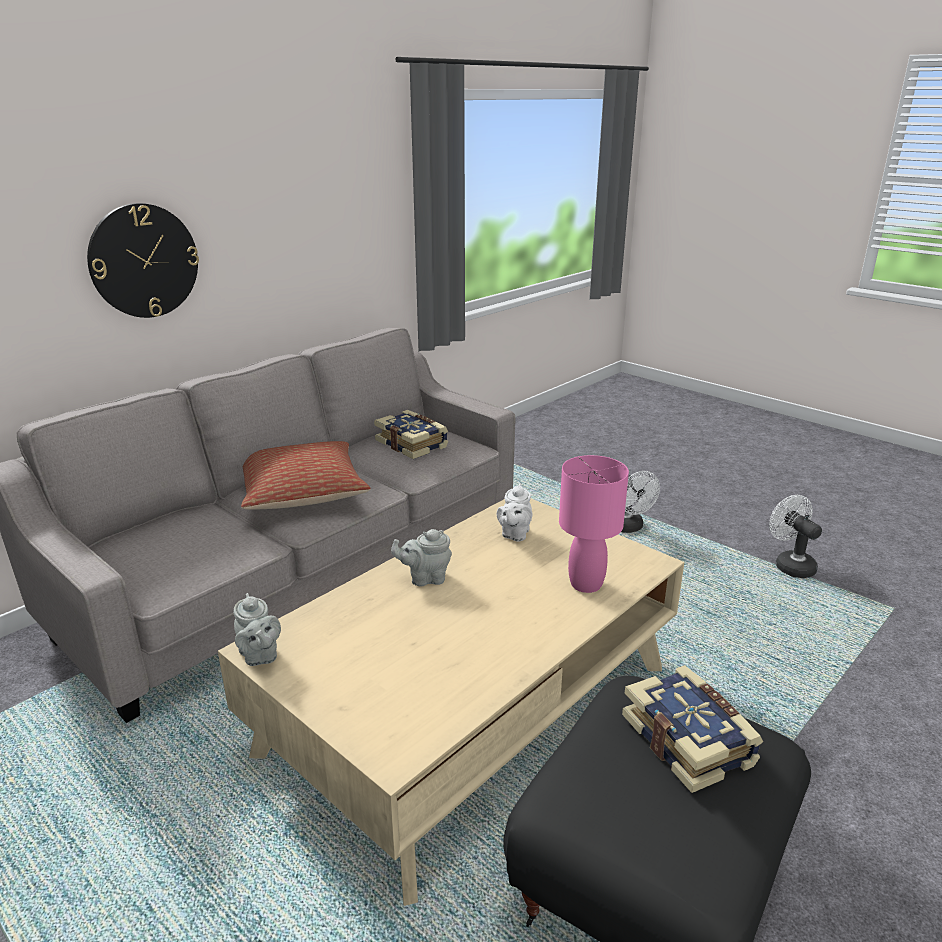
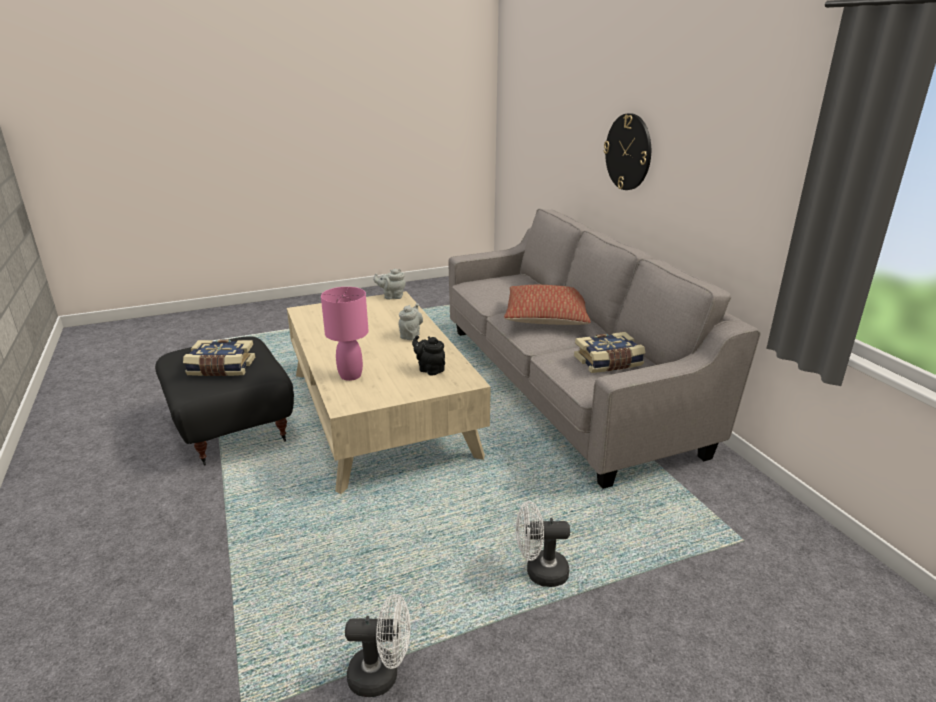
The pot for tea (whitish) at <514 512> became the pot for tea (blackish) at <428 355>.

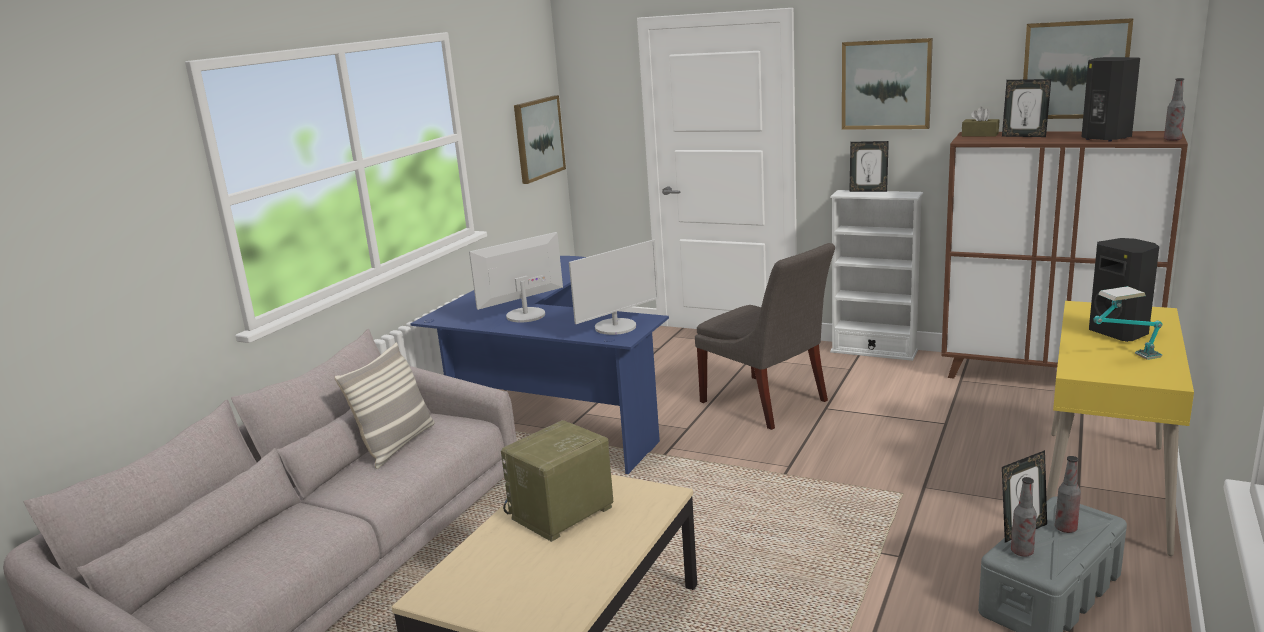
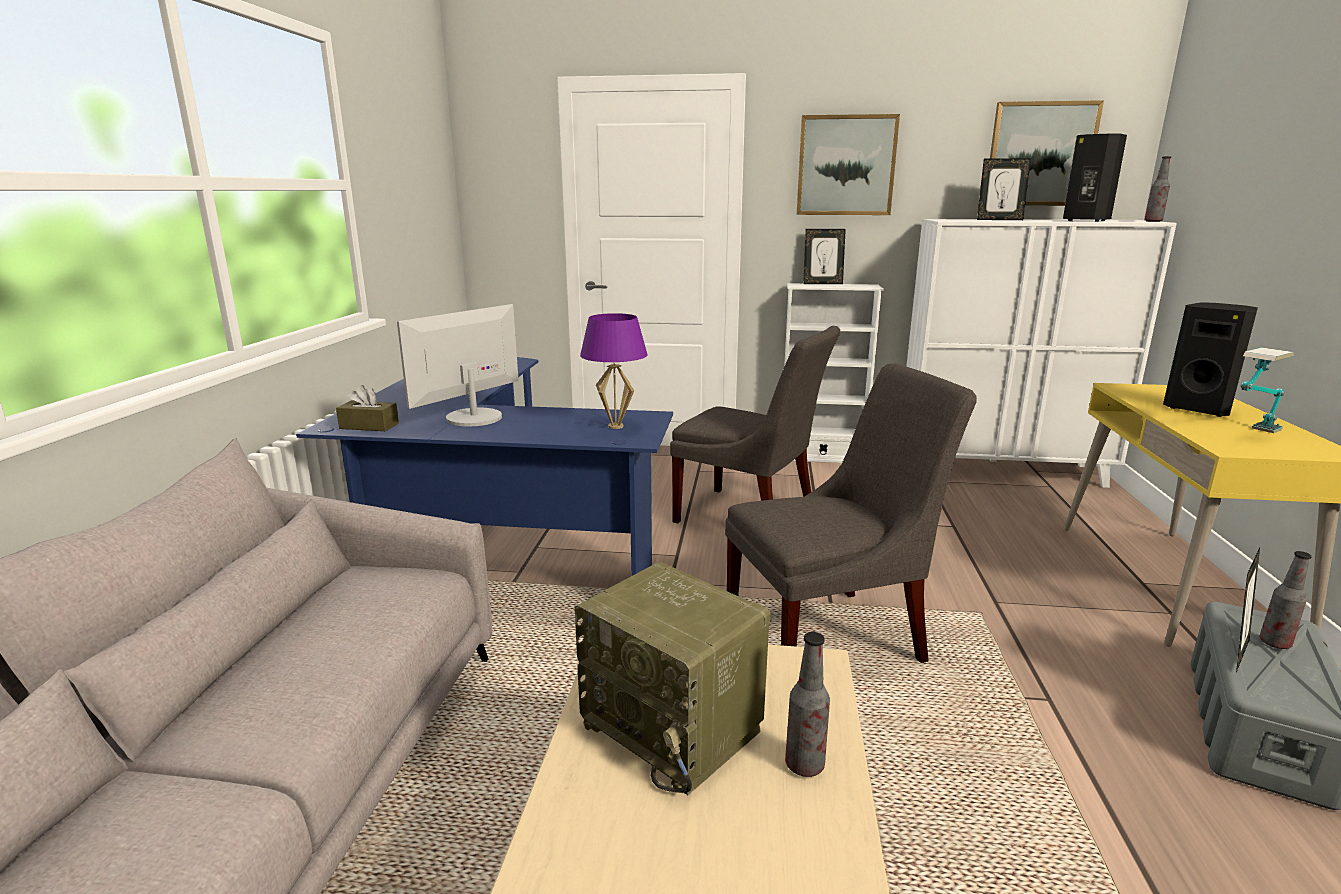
The pillow at <384 405> disappeared.
The radio set at <557 481> turned 75 degrees counterclockwise.
The picture at <540 139> disappeared.
The computer display at <614 287> was replaced by the lamp for a table (purple) at <614 371>.
The cupboard (brown) at <1064 255> became the cupboard (whitish) at <1041 353>.
The box of tissues (brown) moved from <980 121> to <367 408>.
The drink bottle moved from <1024 517> to <807 704>.
The chair (gray) at <851 513> appeared.

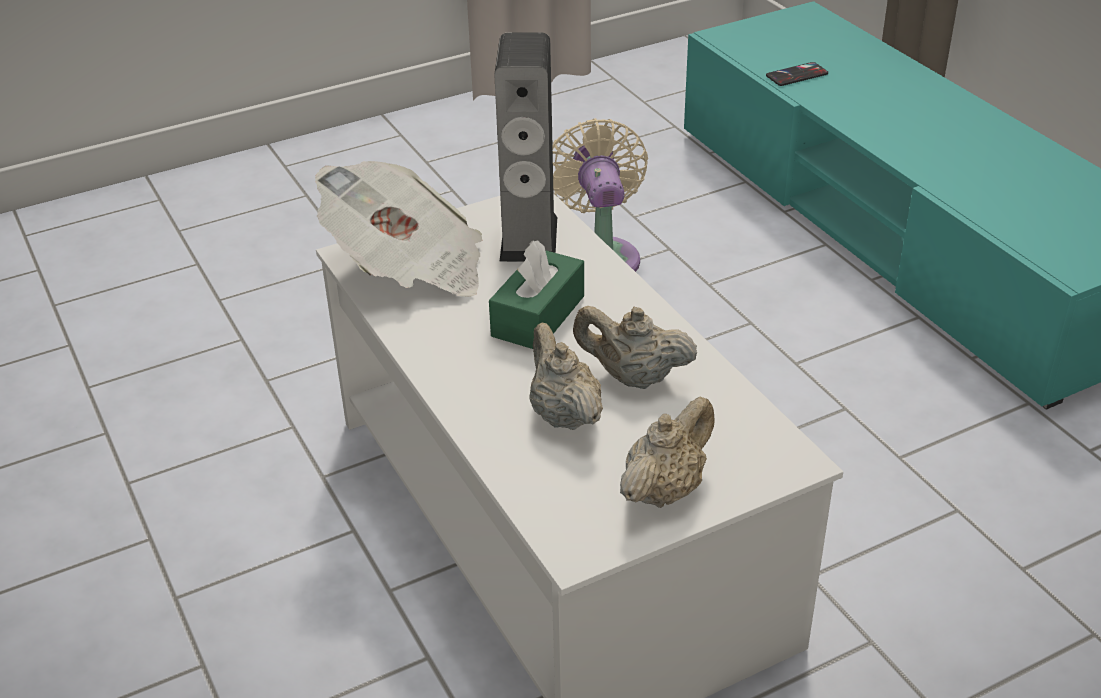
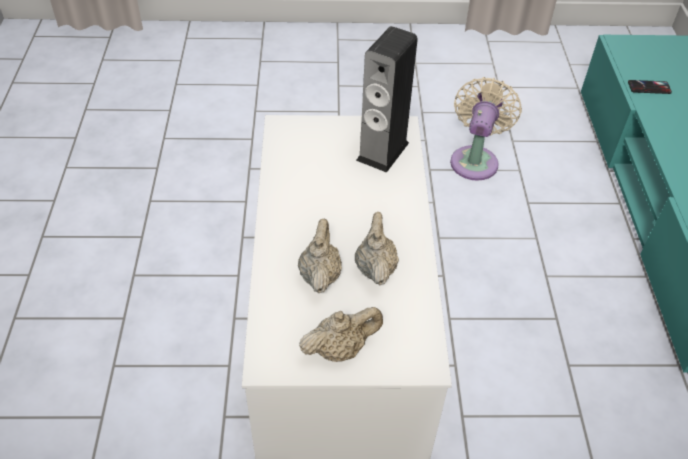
The newspaper at <399 229> disappeared.
The box of tissues (green-coloured) at <536 294> disappeared.
The pot for tea (beige) at <635 347> turned 45 degrees clockwise.

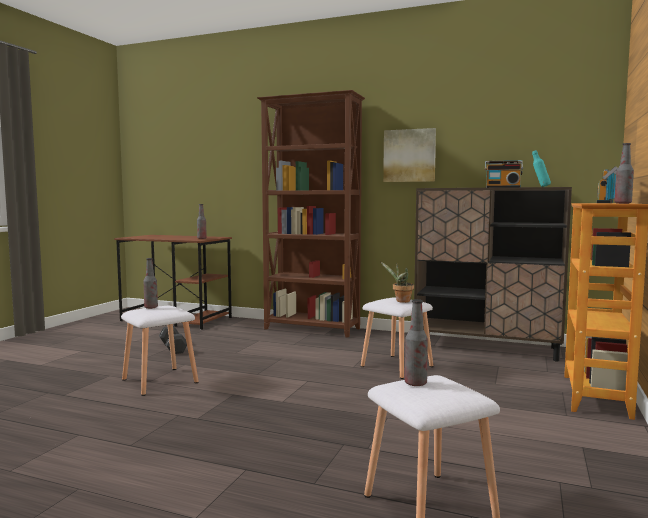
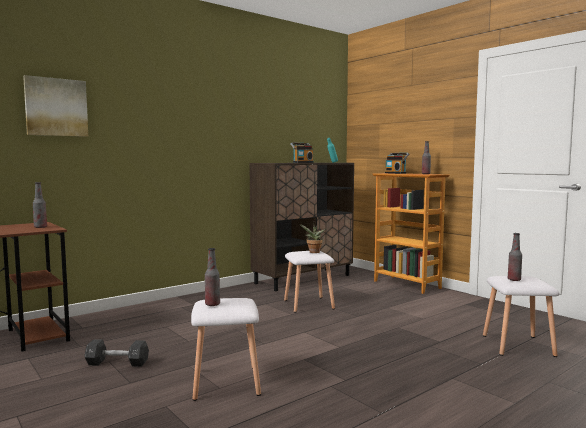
The bookcase (brown) at <311 214> disappeared.
The picture moved from <409 155> to <55 106>.

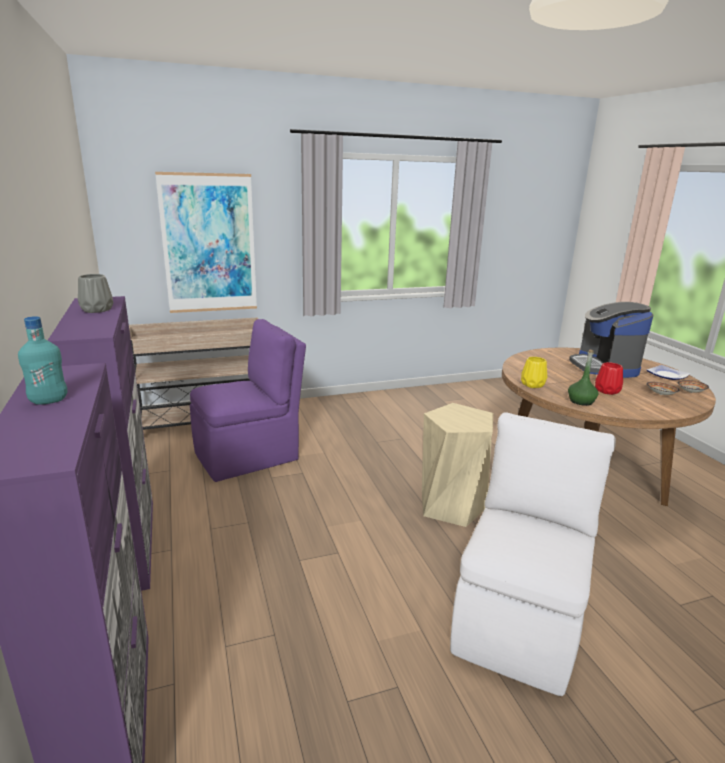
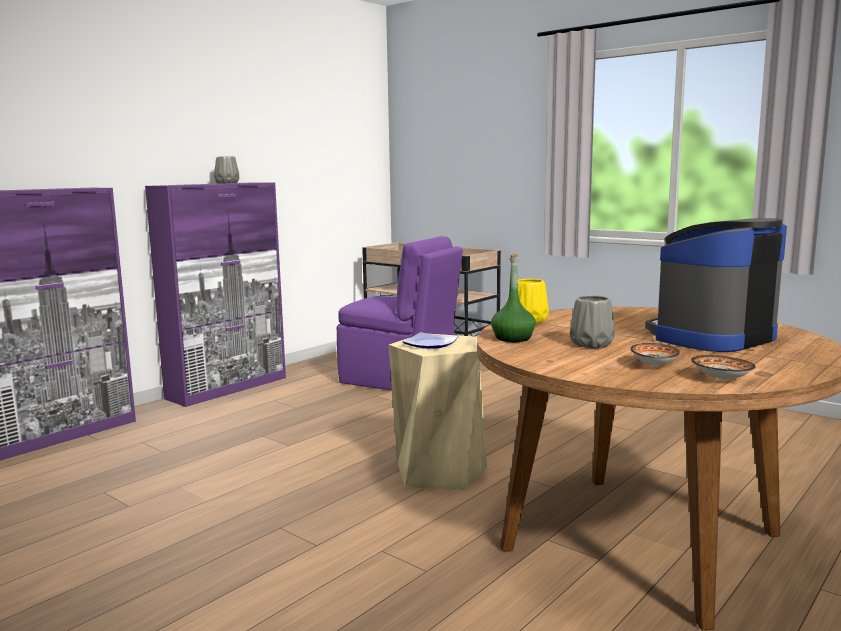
The drink bottle (turquoise-coloured) at <43 360> disappeared.
The picture at <206 242> disappeared.
The chair (whitish) at <533 554> disappeared.
The vase (red-coloured) at <609 378> became the vase (gray) at <592 322>.
The flat dish moved from <668 372> to <430 340>.

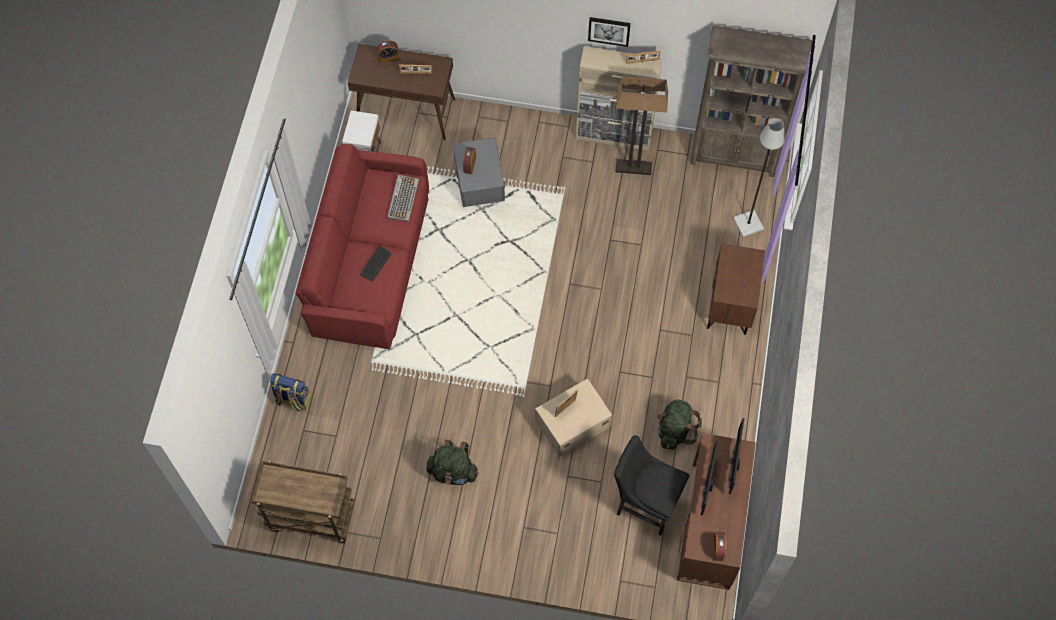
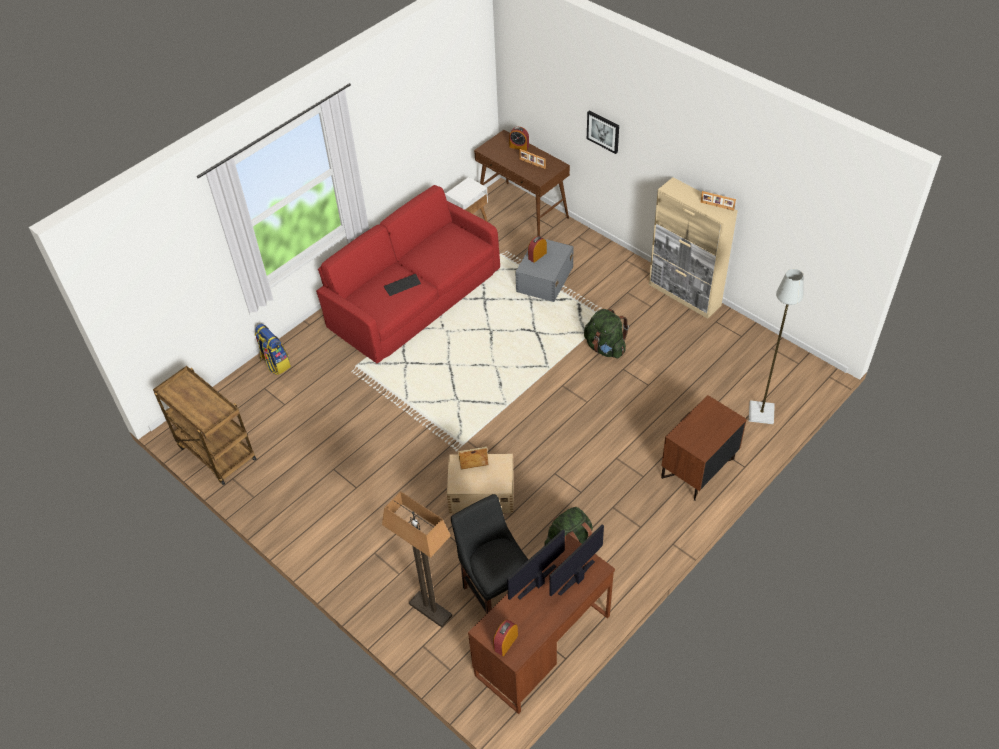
The computer keyboard at <403 198> disappeared.
The backpack (green-coloured) moved from <452 462> to <606 334>.
The picture moved from <609 32> to <603 132>.
The floor lamp moved from <642 125> to <417 559>.
The bookcase (brown) at <751 101> disappeared.

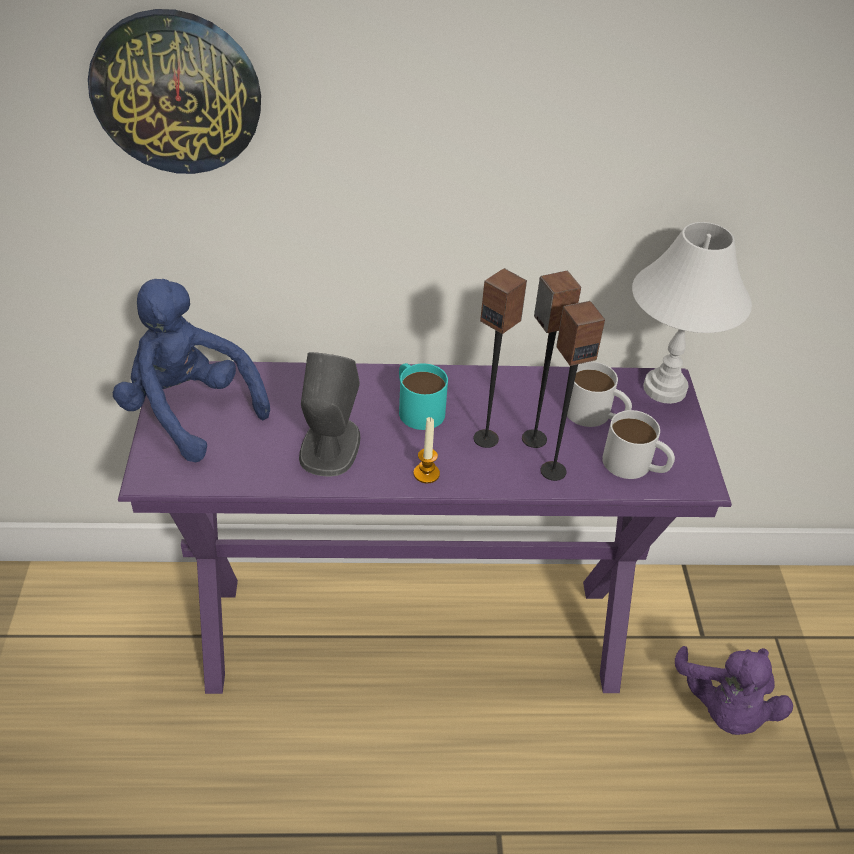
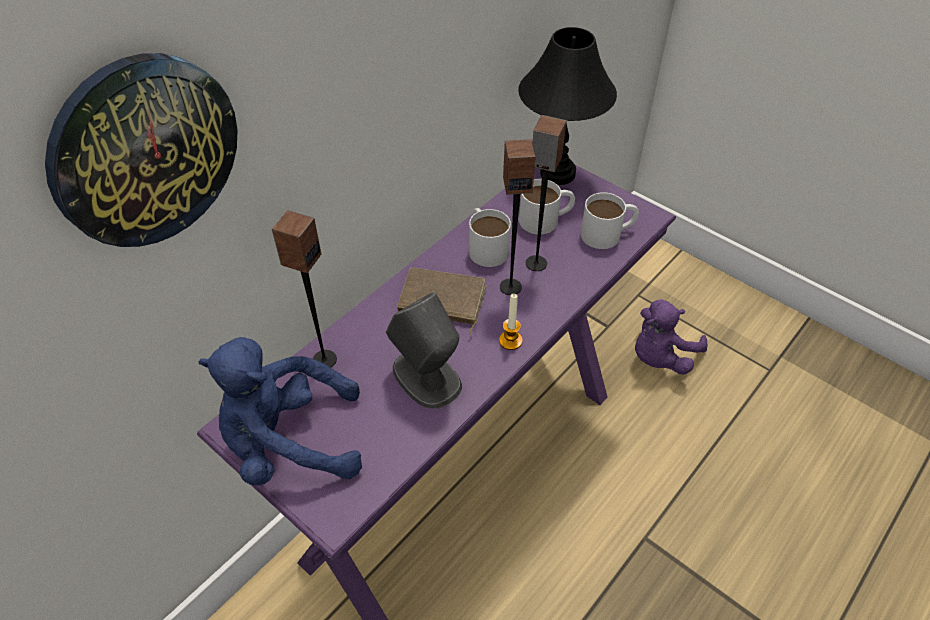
The coffee mug (turquoise-coloured) at <423 396> was replaced by the volume (brown) at <442 301>.
The audio speaker moved from <573 391> to <304 289>.
The lamp for a table (whitish) at <692 313> became the lamp for a table (blackish) at <567 106>.
The soft toy (purple) at <734 690> turned 90 degrees clockwise.
The coffee mug (whitish) at <490 237> appeared.

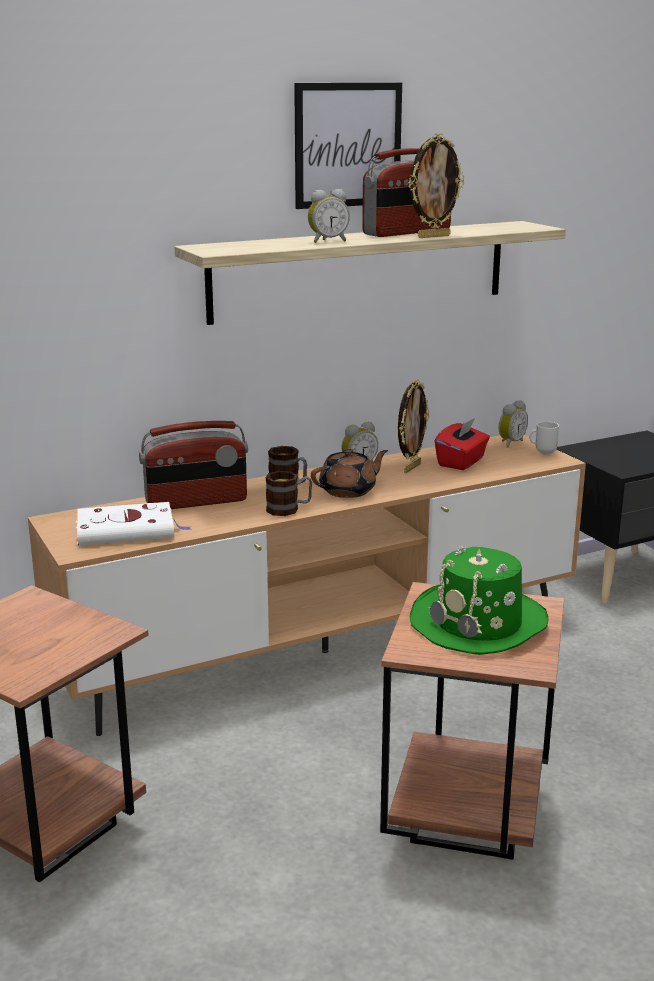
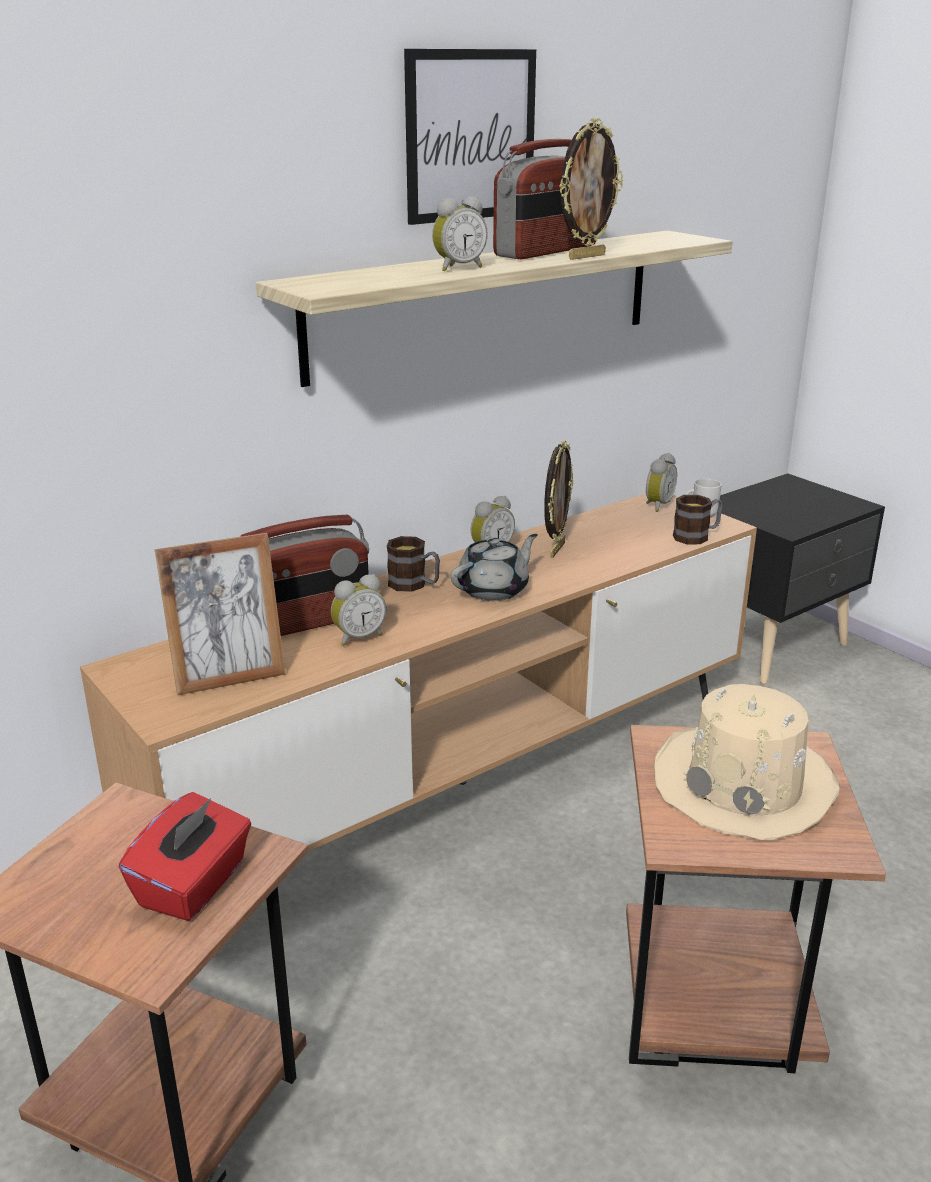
The volume (whitish) at <133 524> was replaced by the standing frame at <220 614>.
The coffee mug moved from <289 493> to <698 519>.
The pot for tea (brown) at <349 473> became the pot for tea (gray) at <494 567>.
The hat (green-coloured) at <479 600> became the hat (beige) at <747 762>.
The box of tissues (red-coloured) moved from <462 444> to <185 856>.
The alarm clock at <358 610> appeared.

